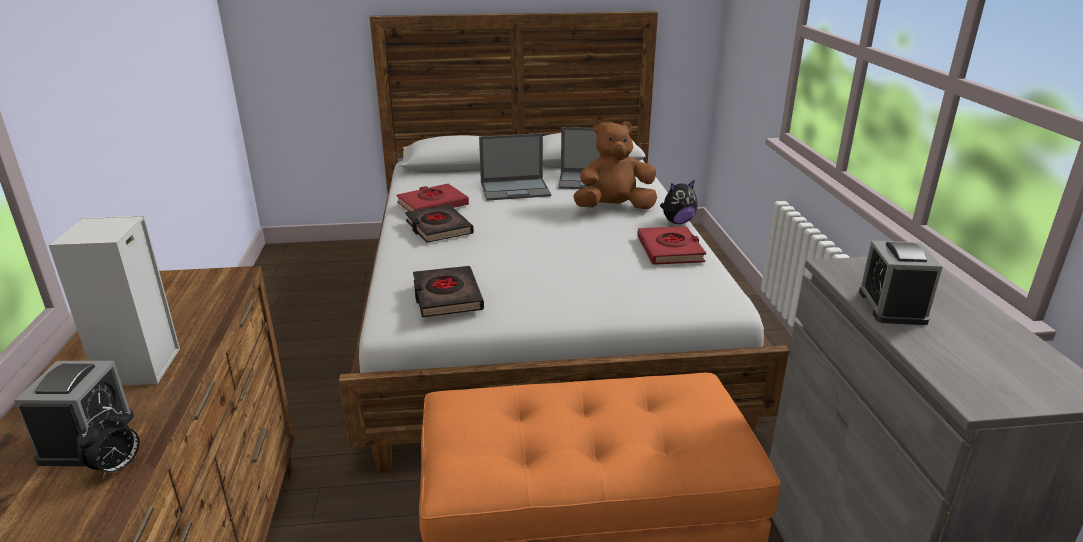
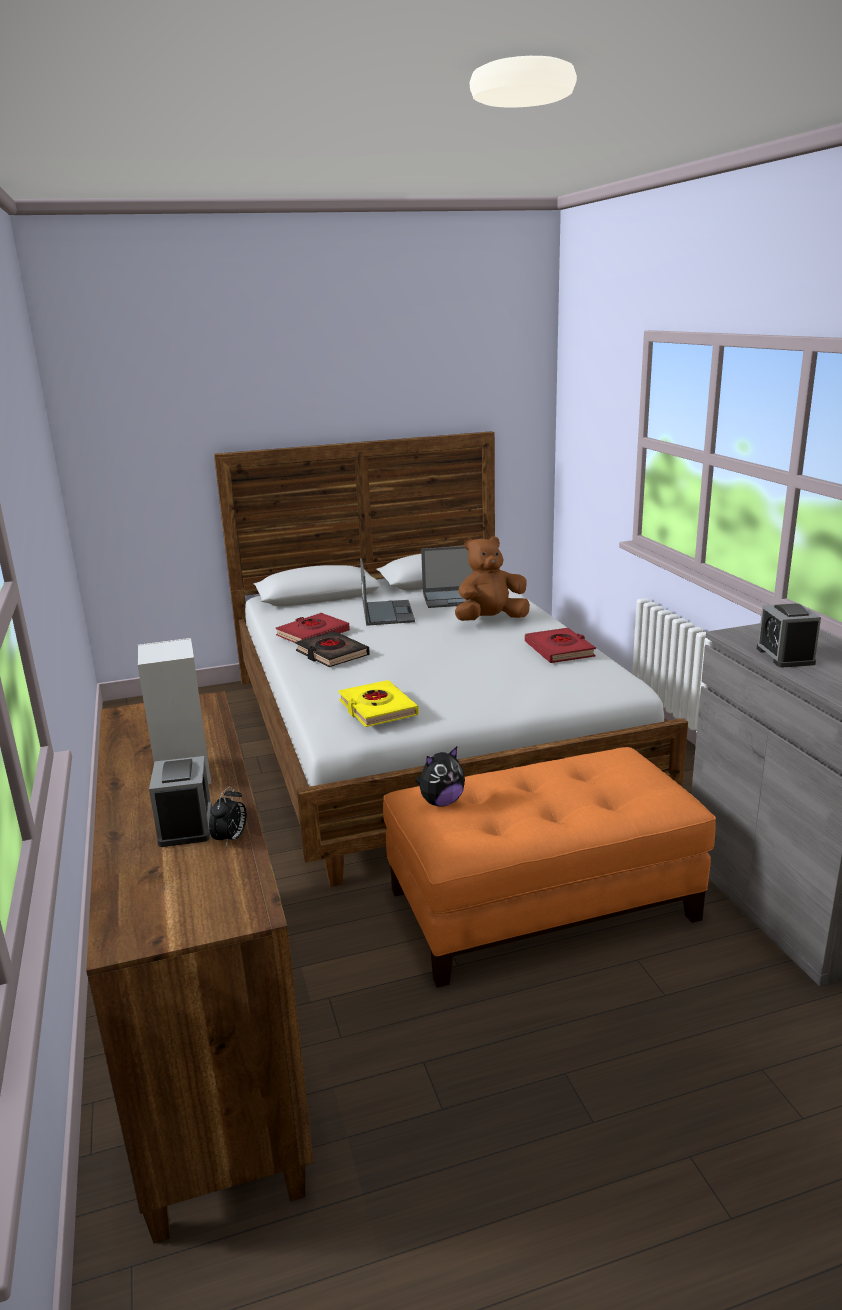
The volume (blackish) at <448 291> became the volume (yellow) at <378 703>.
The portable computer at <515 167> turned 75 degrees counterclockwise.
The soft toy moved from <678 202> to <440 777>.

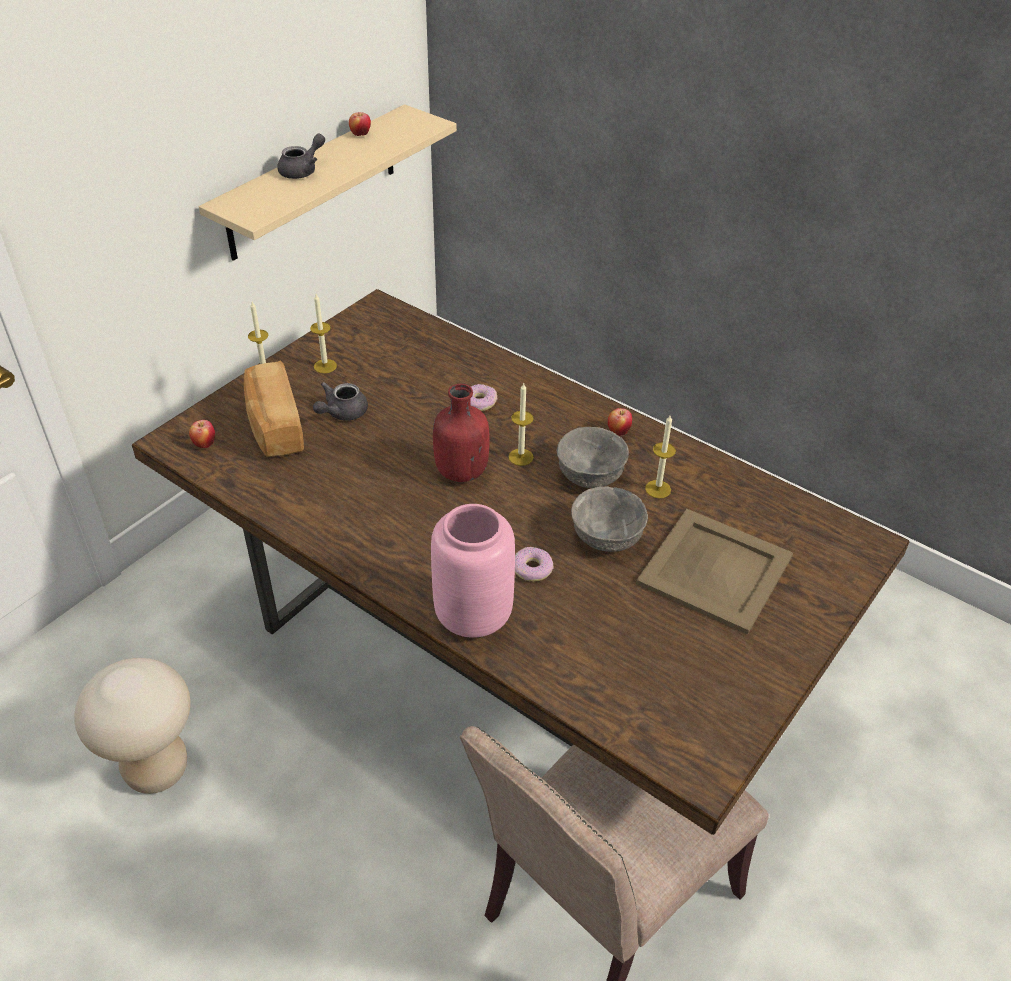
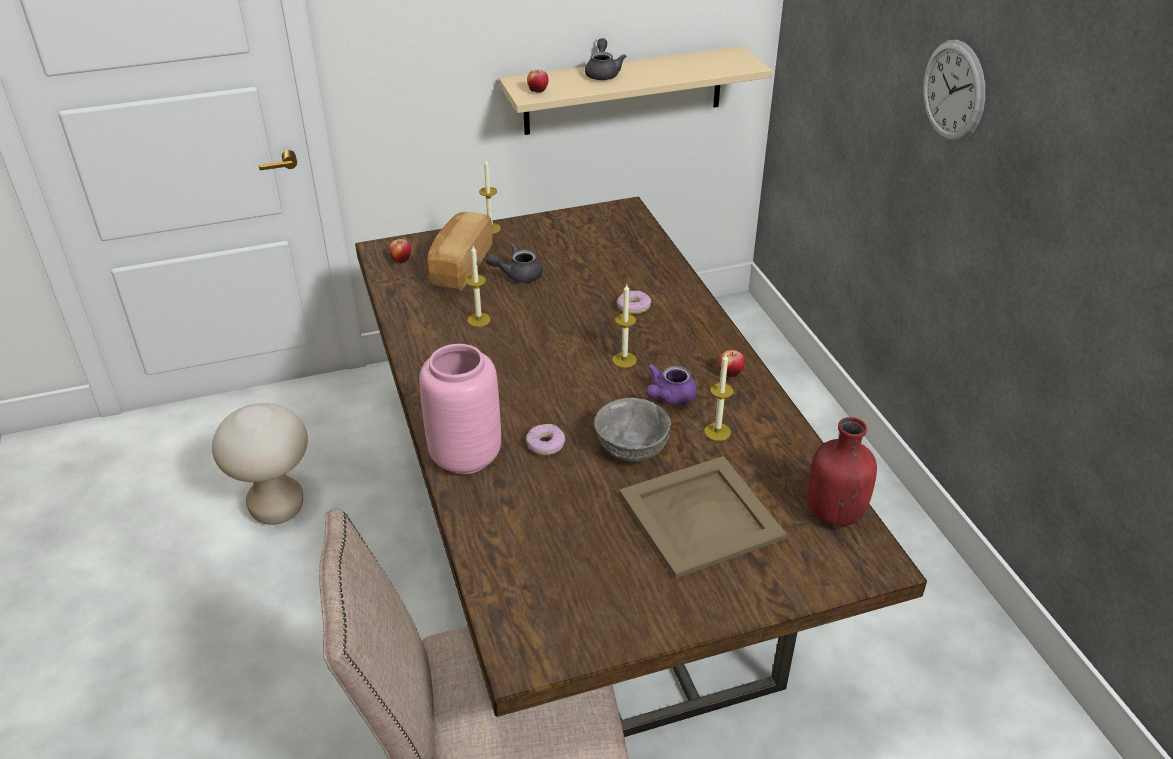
The pot for tea (gray) at <301 156> turned 75 degrees counterclockwise.
The wax light moved from <323 334> to <478 286>.
The apple fruit moved from <360 124> to <537 81>.
The drink bottle (red-coloured) moved from <461 433> to <842 472>.
The serving bowl (gray) at <593 457> was replaced by the pot for tea (purple) at <671 384>.
The wall clock at <954 91> appeared.

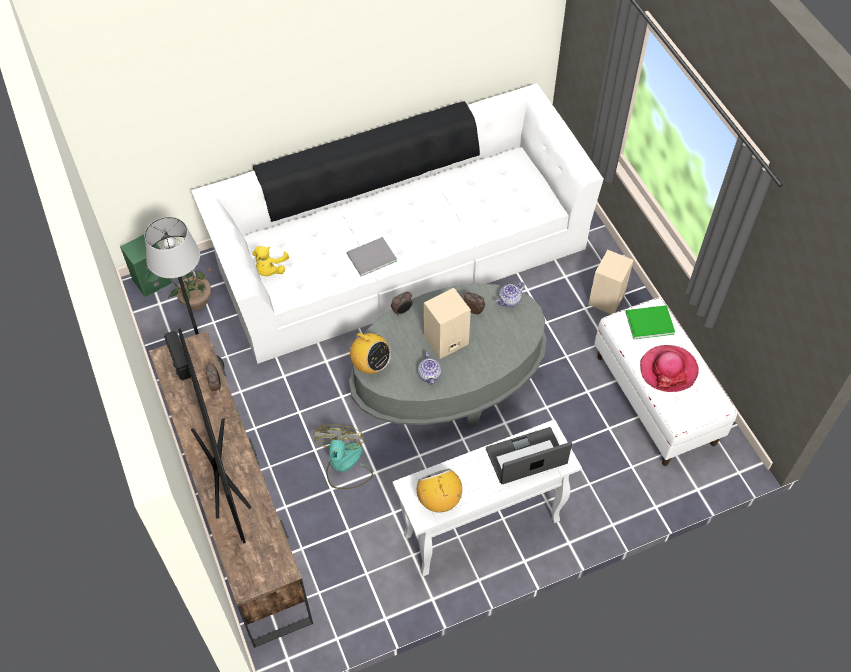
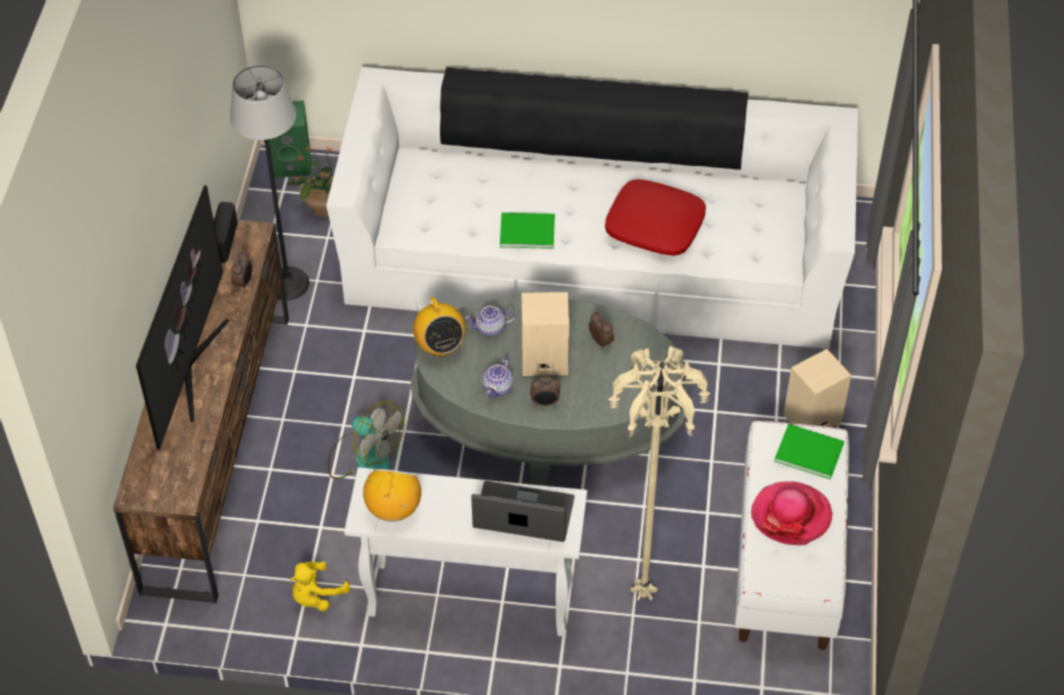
The soft toy (yellow) moved from <270 261> to <320 586>.
The fan at <343 457> turned 90 degrees clockwise.
The volume (gray) at <372 256> became the volume (green-coloured) at <527 231>.
The alarm clock moved from <402 304> to <545 391>.
The pot for tea moved from <510 294> to <490 321>.
The pillow (red-coloured) at <655 217> appeared.
The floor lamp (beige) at <659 473> appeared.

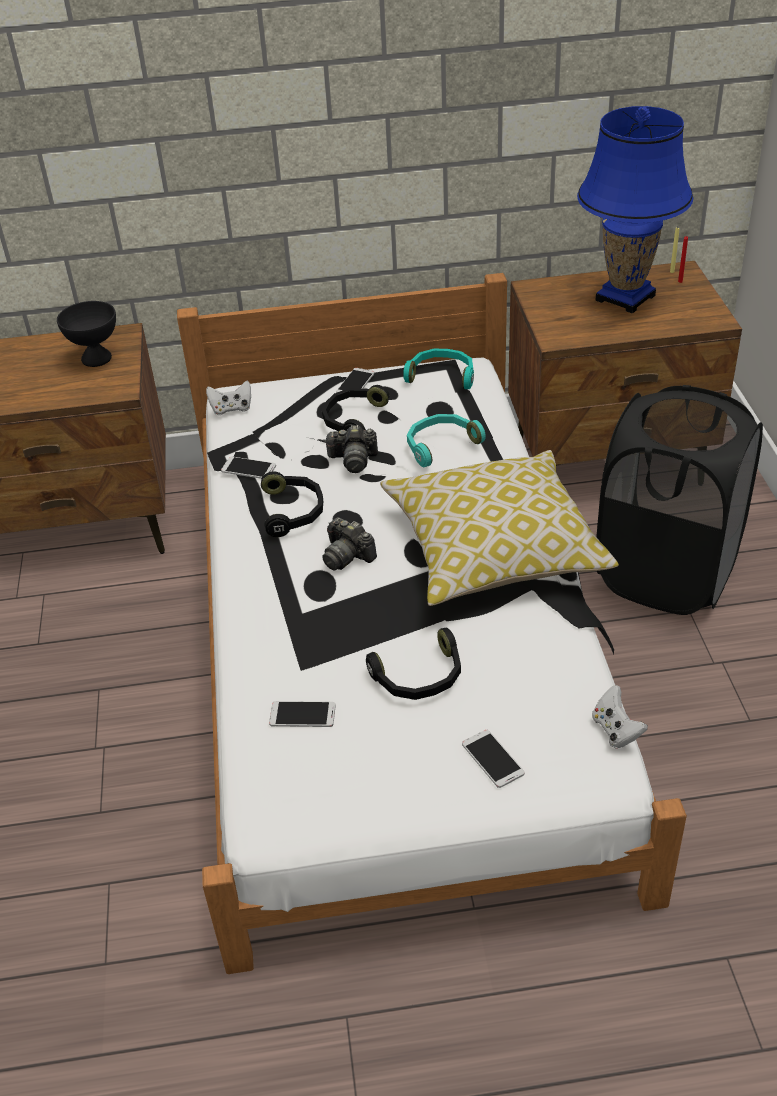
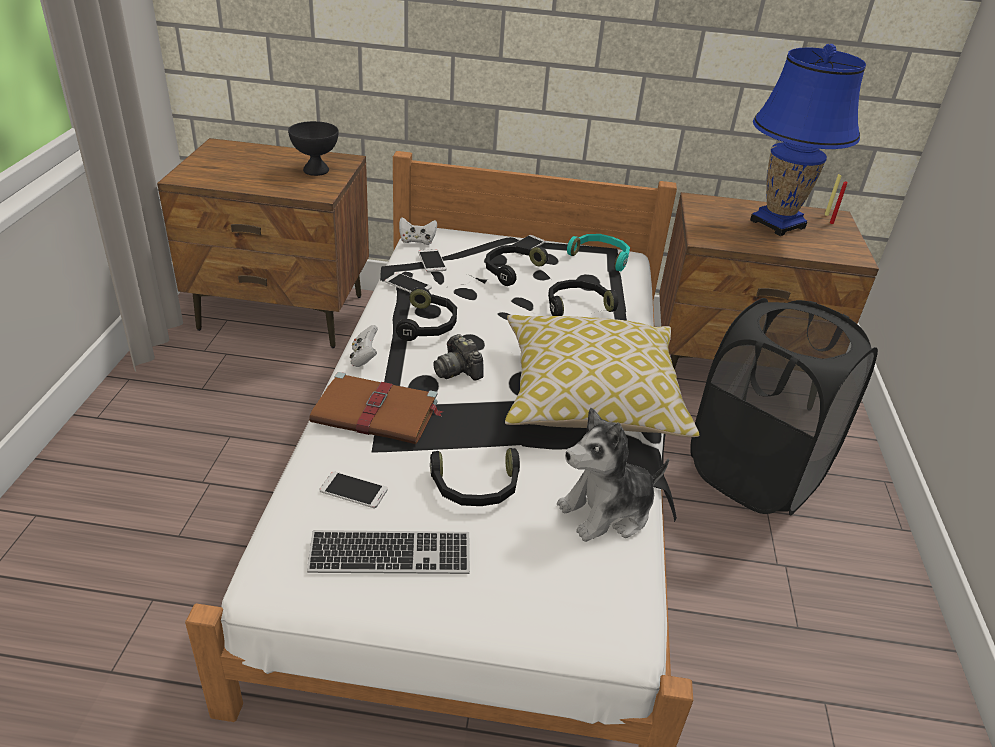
The photo camera at <351 449> disappeared.
The pair of headphones (turquoise-coloured) at <446 440> became the pair of headphones (blackish) at <583 297>.
The telephone moved from <493 759> to <432 260>.
The gamepad (whitish) moved from <620 717> to <364 346>.
The computer keyboard at <388 552> appeared.
The volume (brown) at <376 408> appeared.
The soft toy at <613 474> appeared.

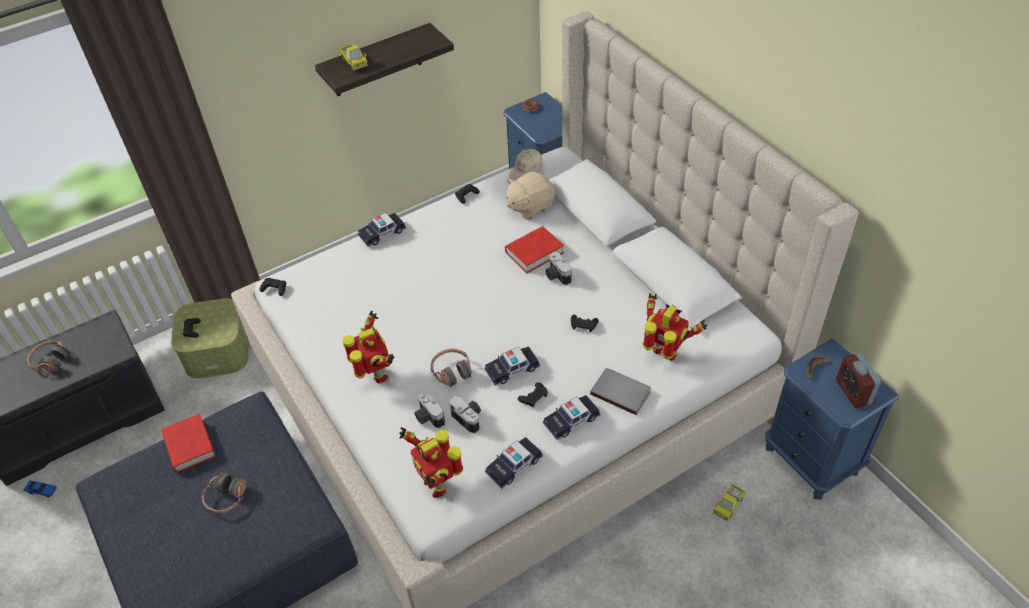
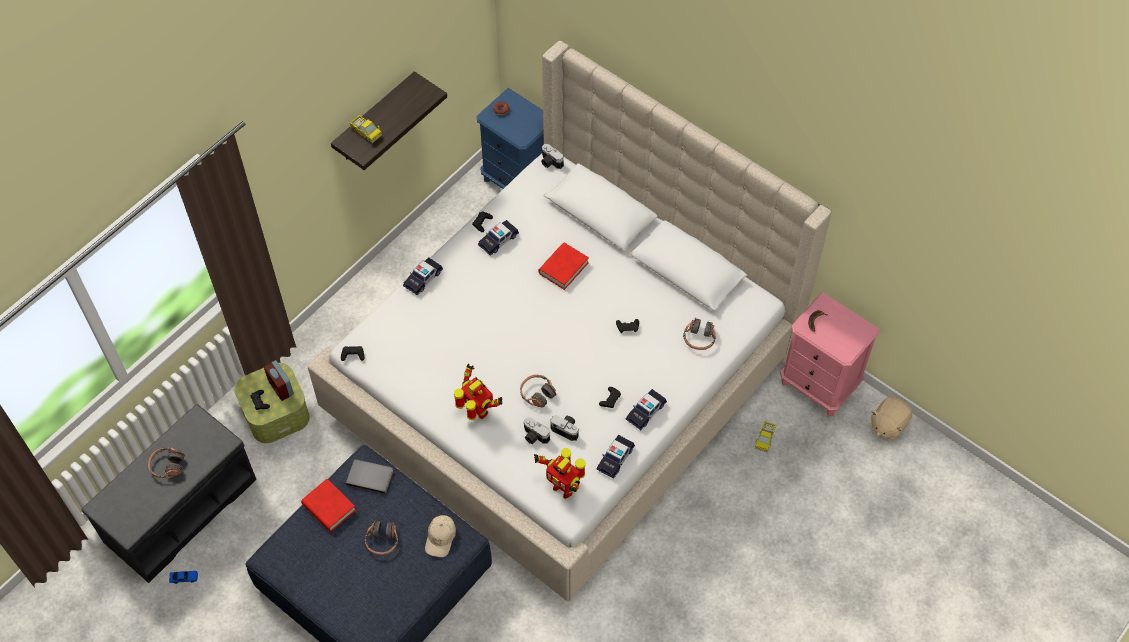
The miniature car moved from <512 366> to <498 238>.
The soft toy (beige) moved from <531 195> to <891 418>.
The peaked cap (beige) moved from <526 164> to <440 536>.
The photo camera moved from <558 268> to <552 156>.
The volume (gray) moved from <620 391> to <369 476>.
The model robot at <675 327> was replaced by the pair of headphones at <699 334>.
The bedside table (bluish) at <832 419> became the bedside table (pink-coloured) at <830 354>.
The alarm clock moved from <858 380> to <279 380>.

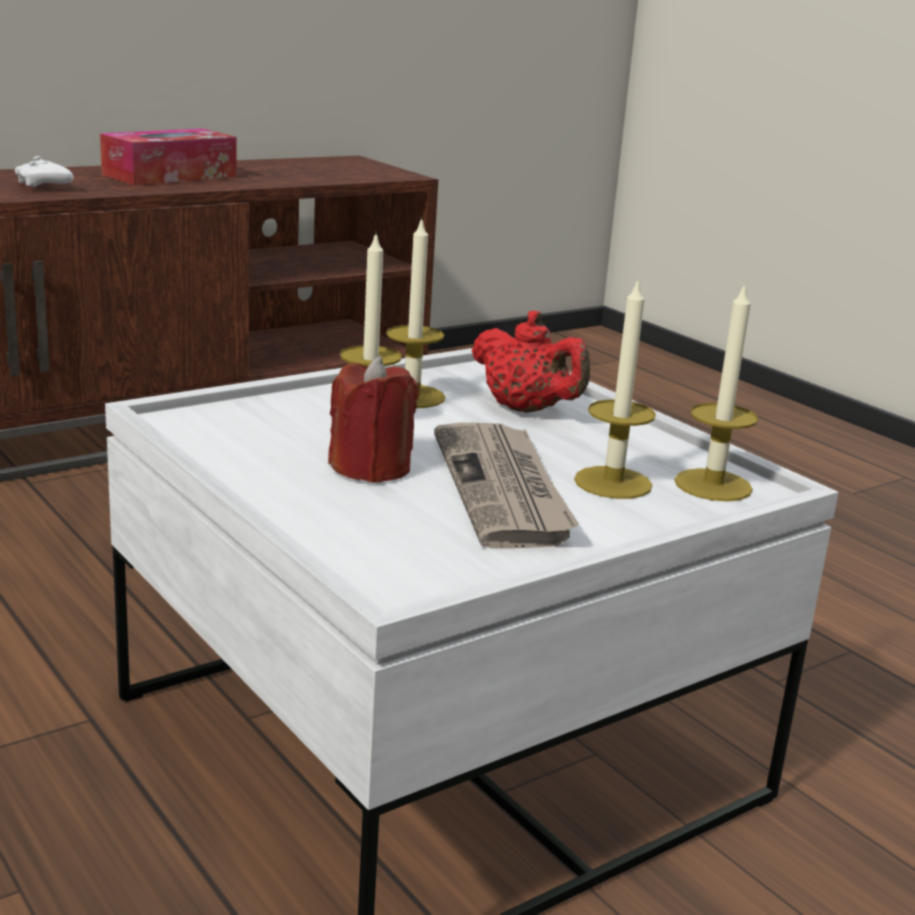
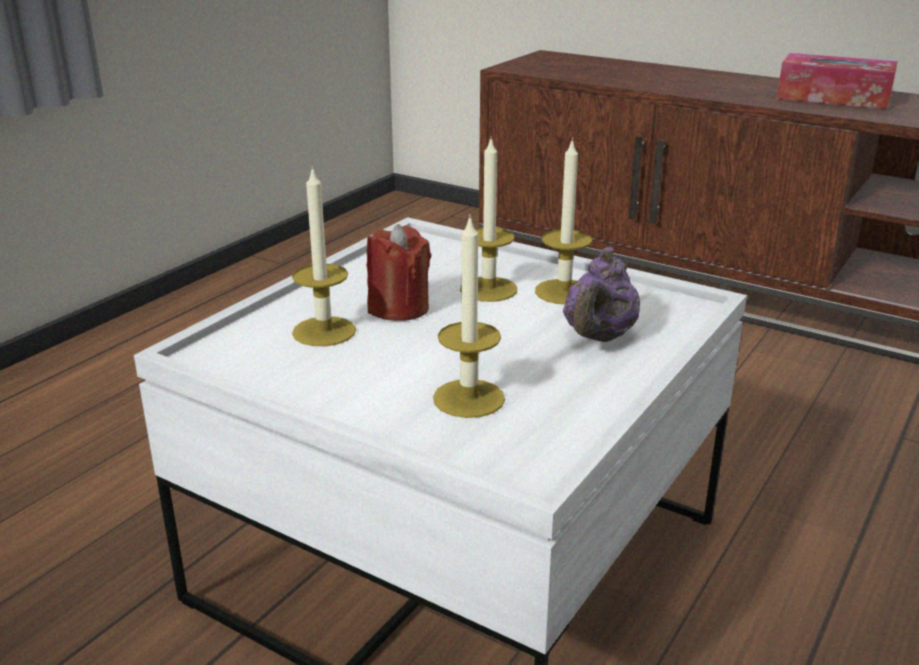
The gamepad (whitish) at <44 171> disappeared.
The newspaper at <506 485> disappeared.
The pot for tea (red-coloured) at <531 362> became the pot for tea (purple) at <601 294>.
The wax light moved from <716 391> to <324 256>.

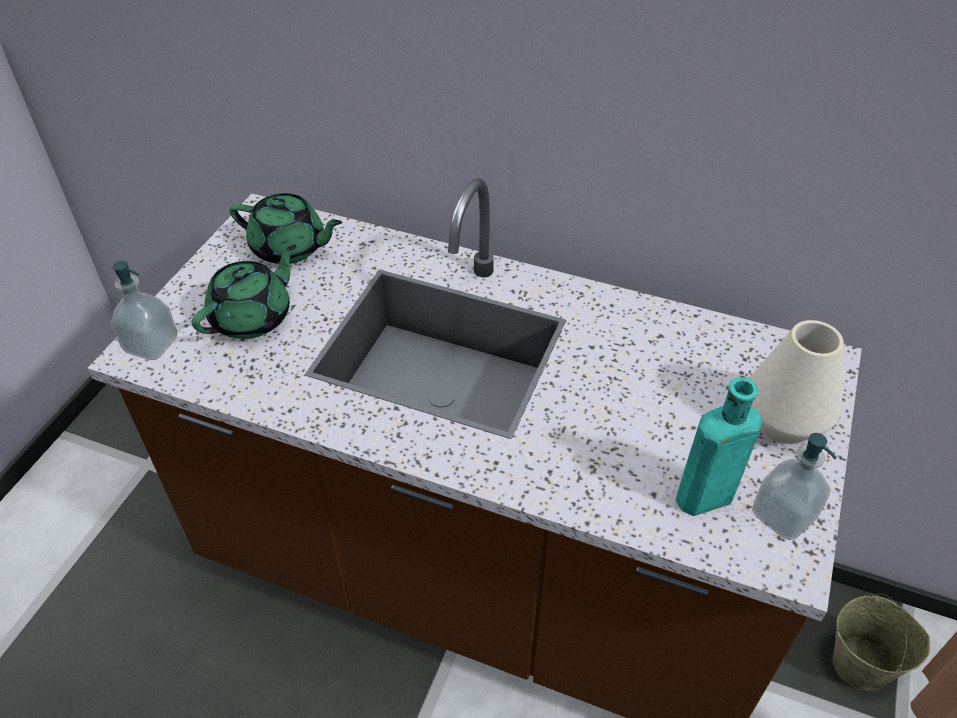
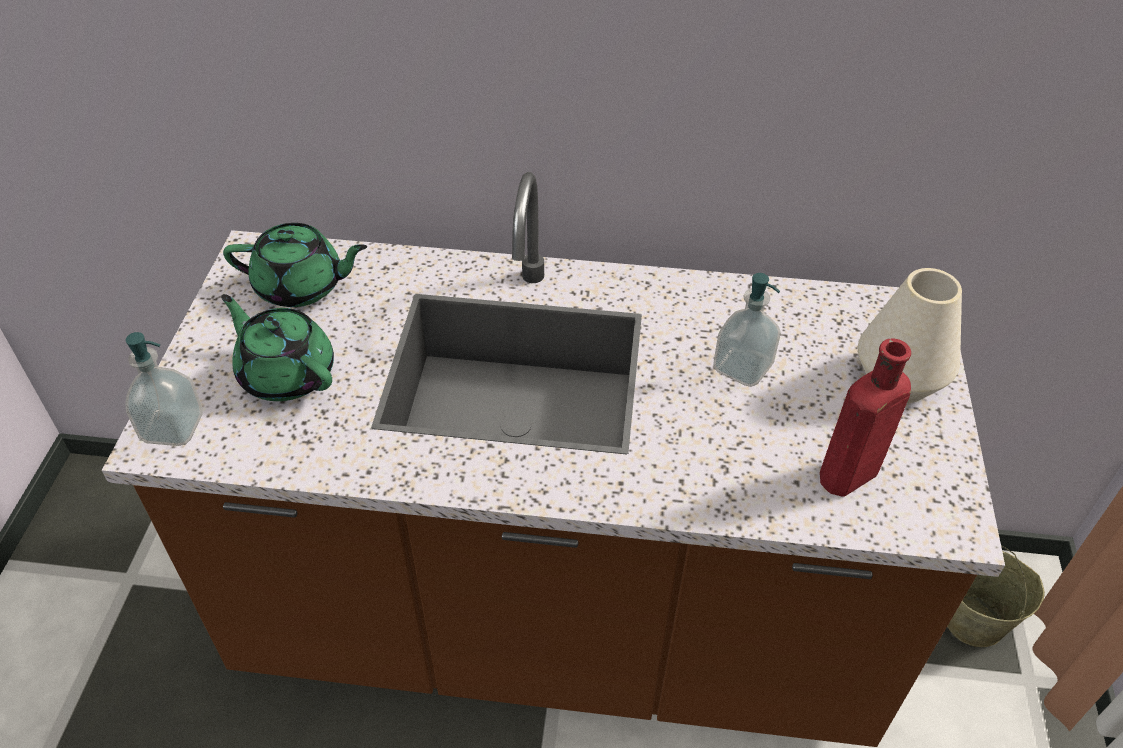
The pot for tea (green-coloured) at <243 291> turned 75 degrees counterclockwise.
The drink bottle (turquoise-coloured) at <719 446> became the drink bottle (red-coloured) at <865 417>.
The soap dispenser moved from <794 486> to <747 330>.

